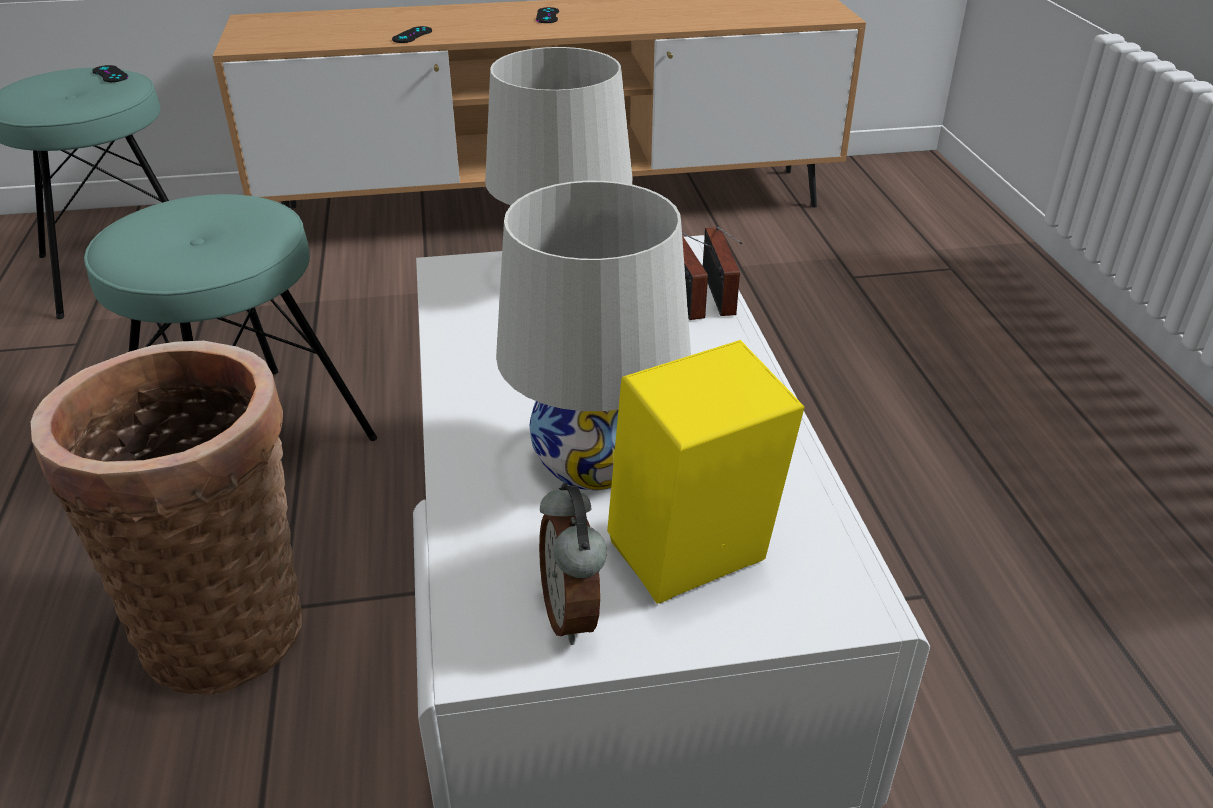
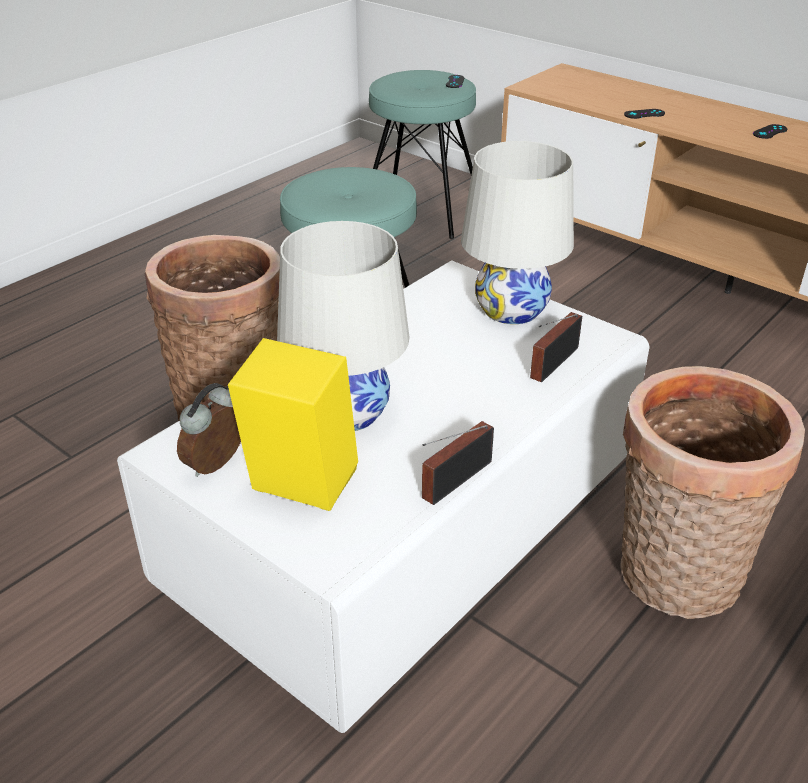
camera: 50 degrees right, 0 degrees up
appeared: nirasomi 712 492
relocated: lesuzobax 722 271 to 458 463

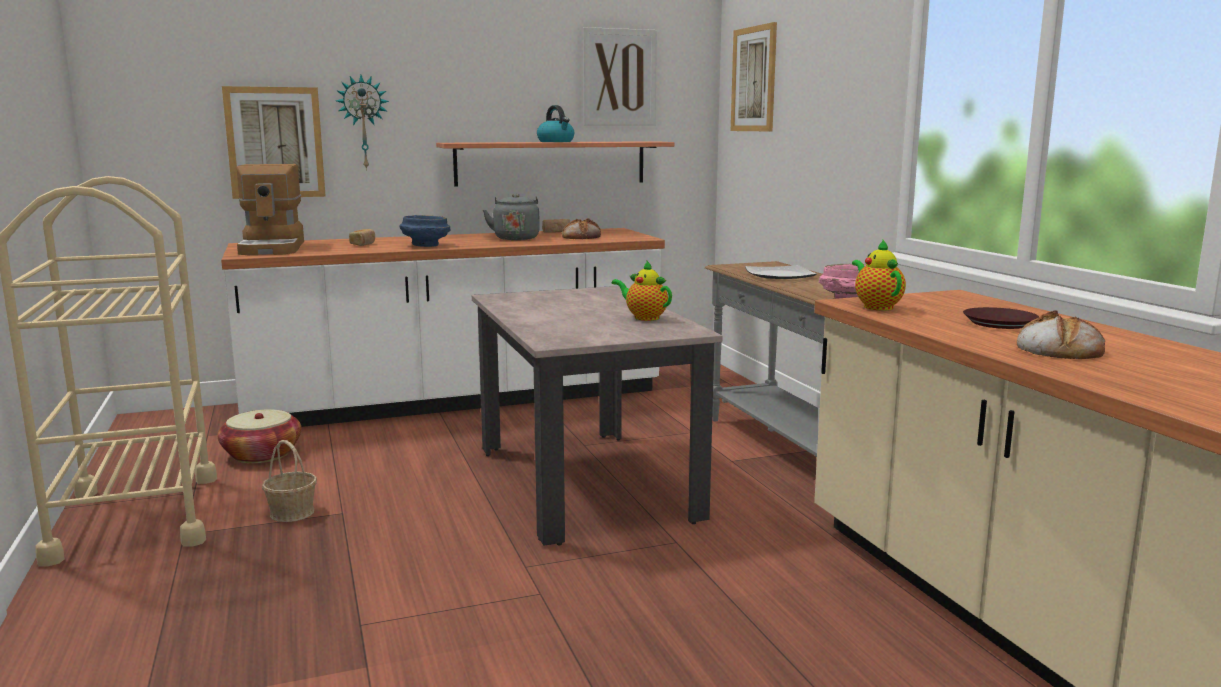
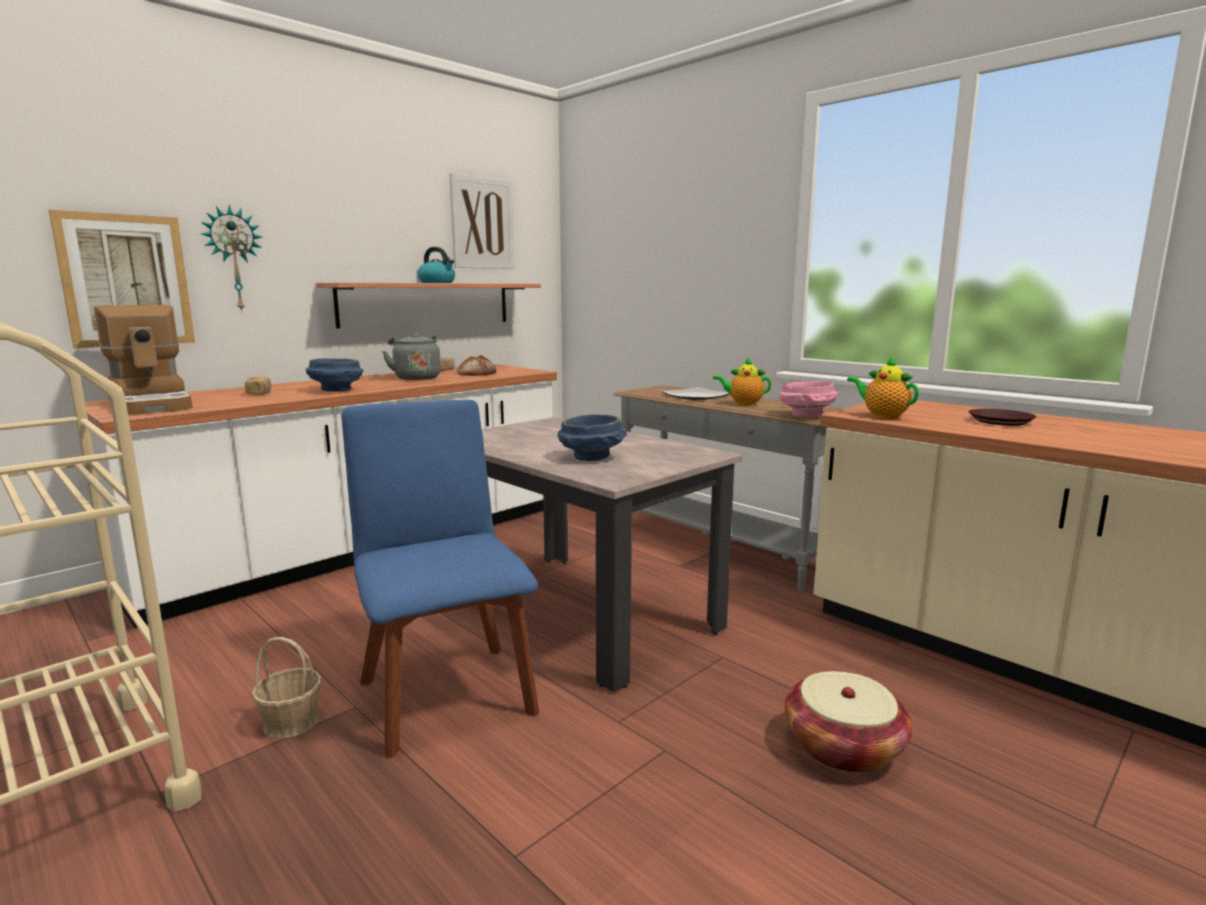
camera: 25 degrees left, 0 degrees up
missing: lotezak 754 76; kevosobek 1061 334
appeared: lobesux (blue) 440 579; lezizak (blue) 592 437
relocated: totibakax 642 290 to 742 381; nirasomi 259 436 to 848 722

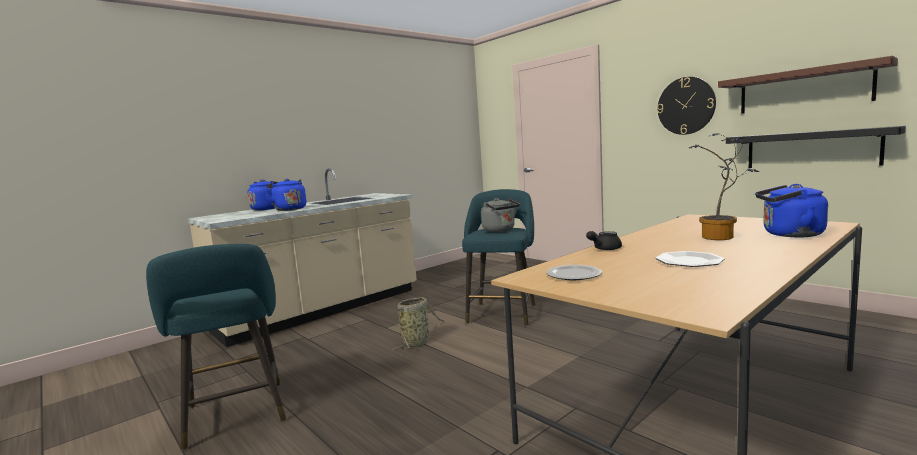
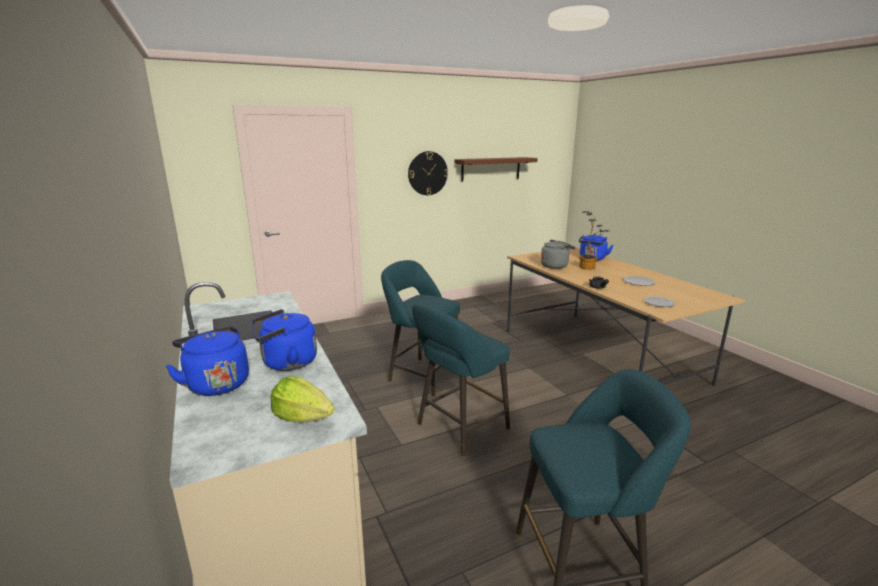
camera: 75 degrees left, 10 degrees up
missing: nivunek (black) 816 147
appeared: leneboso 302 399
relocated: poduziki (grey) 500 215 to 558 254
exchanged: nirasomi 419 324 to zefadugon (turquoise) 461 380

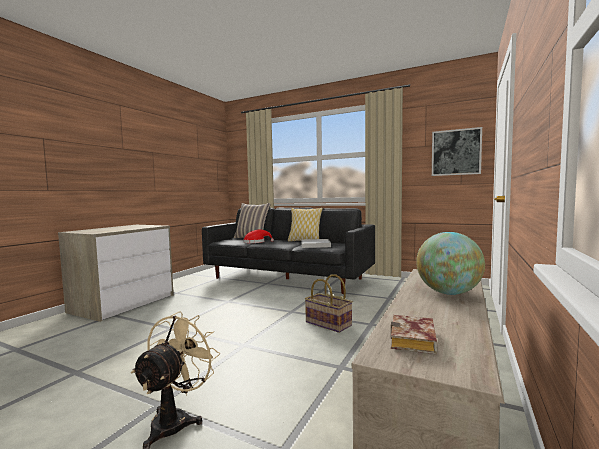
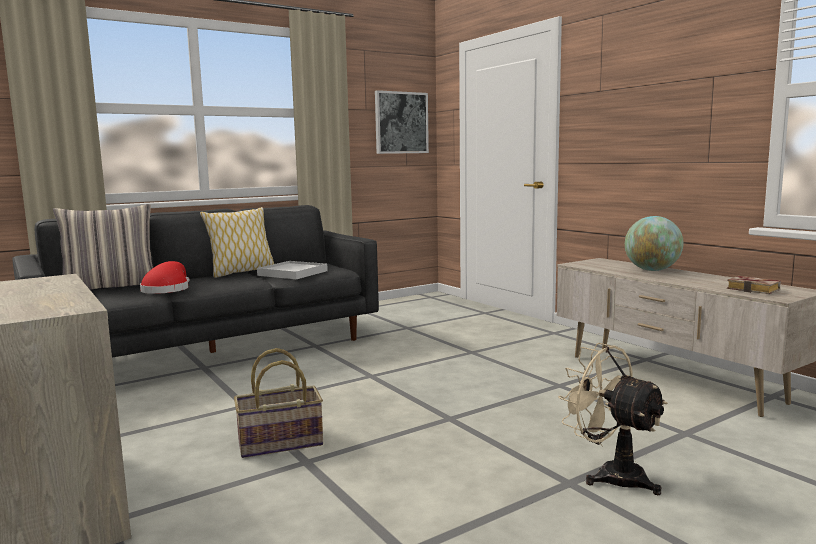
camera: 60 degrees left, 5 degrees up
relocated: nirasomi 329 303 to 278 403

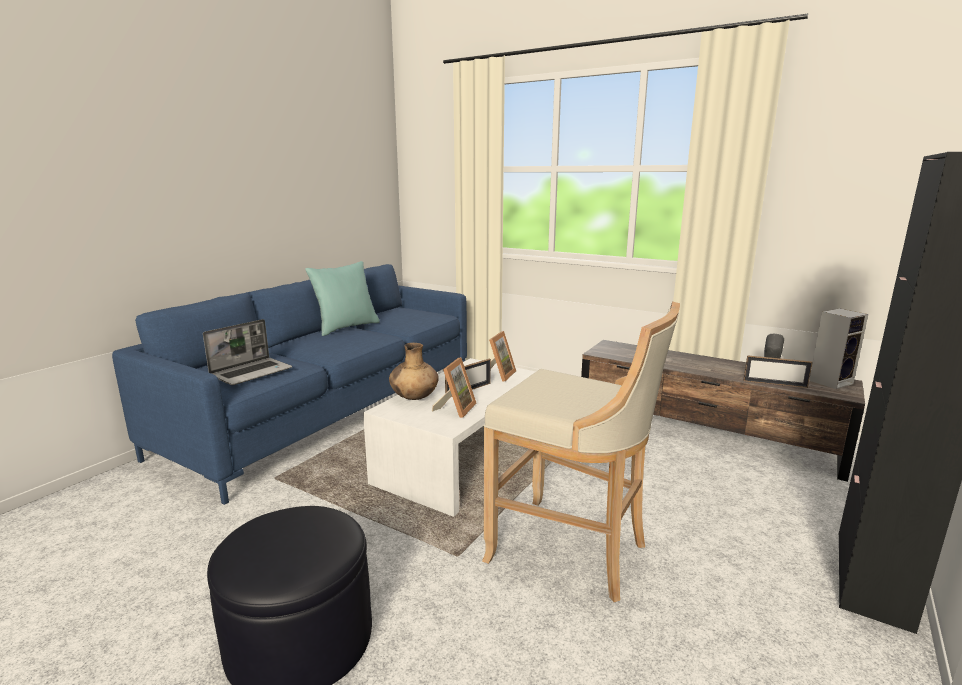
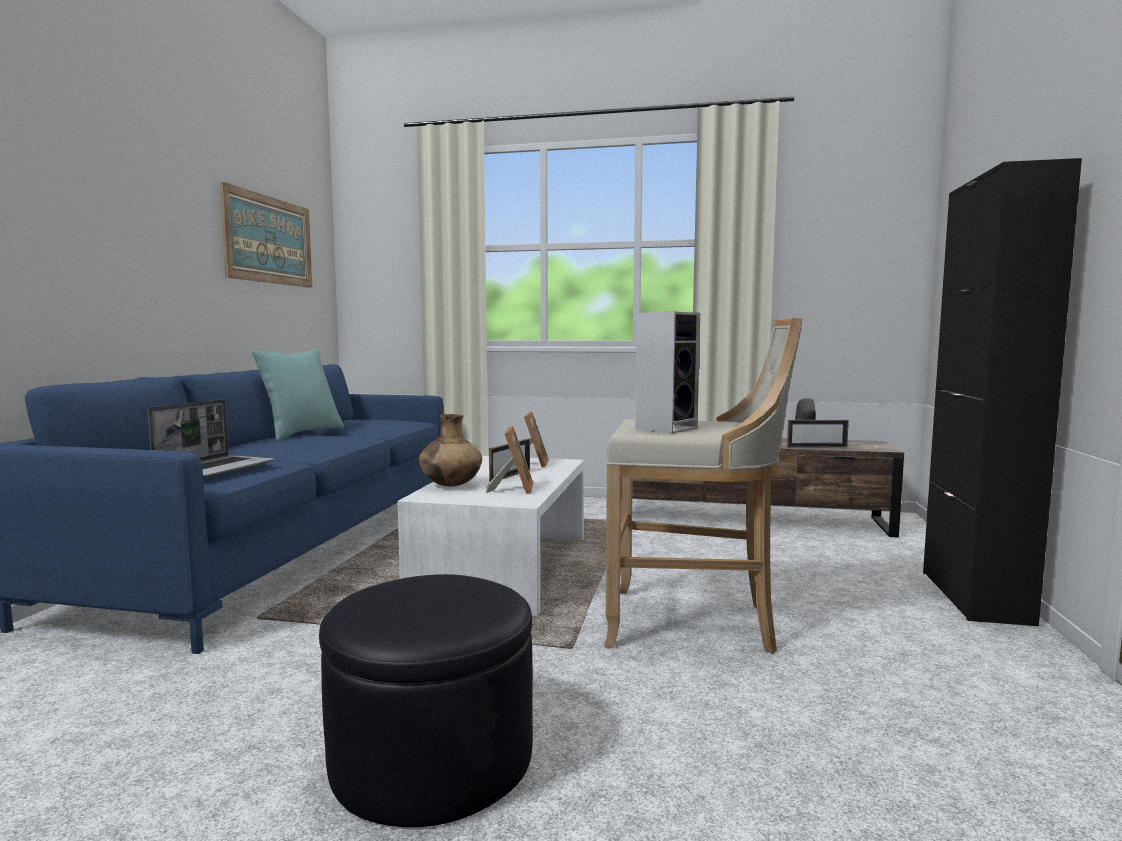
camera: 20 degrees left, 10 degrees down
appeared: lotezak 265 235
relocated: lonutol 838 348 to 667 373

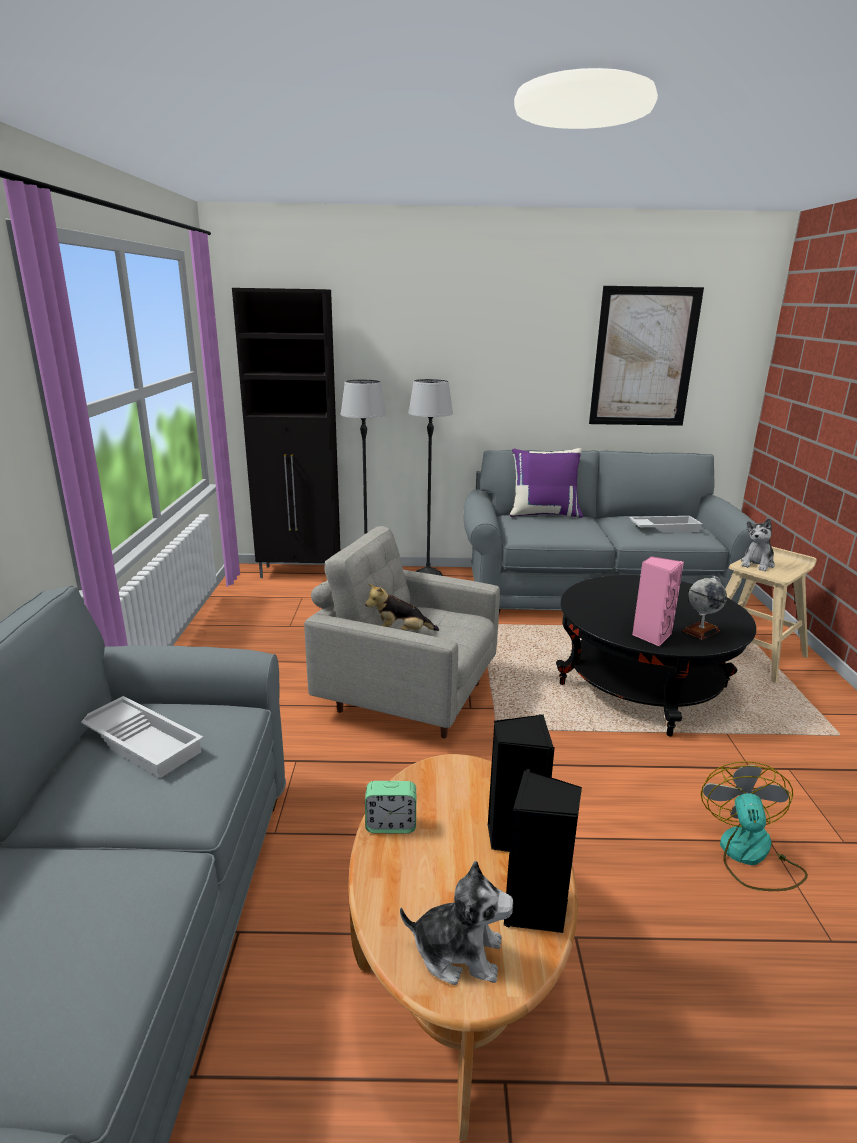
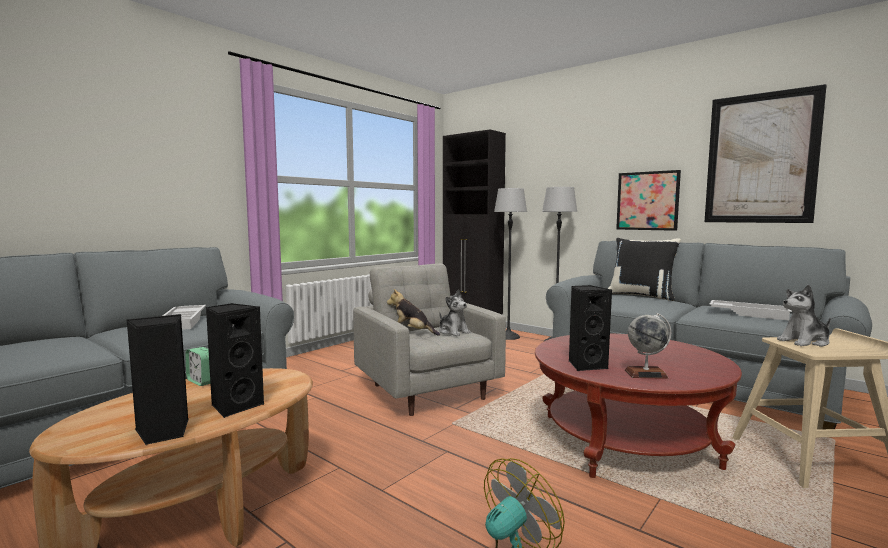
camera: 40 degrees right, 15 degrees down
appeared: lotezak 648 200
relocated: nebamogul 457 923 to 455 312
colour: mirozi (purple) 546 483 to mirozi (black) 644 269; lonutol (pink) 658 601 to lonutol (black) 590 328; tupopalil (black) 656 655 to tupopalil (red) 638 405

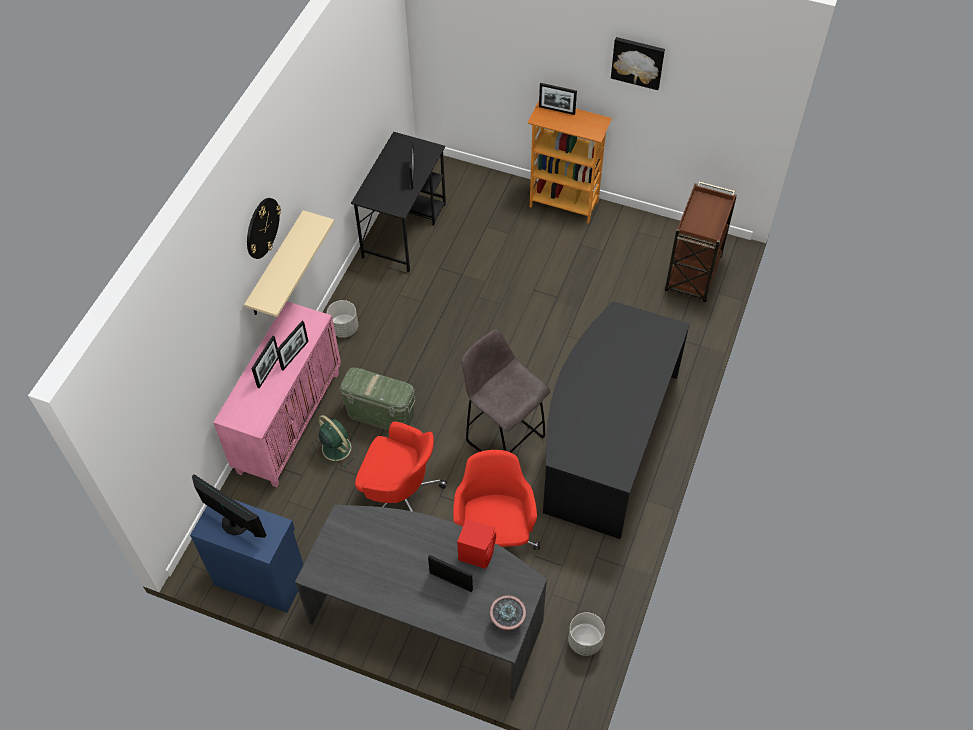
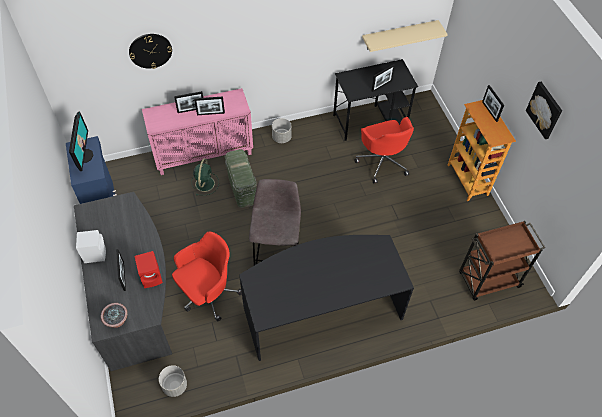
camera: 50 degrees right, 0 degrees up
appeared: lonutol (white) 91 246
relocated: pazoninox 264 228 to 150 51; nivunek (beige) 289 263 to 405 36; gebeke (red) 401 466 to 384 150

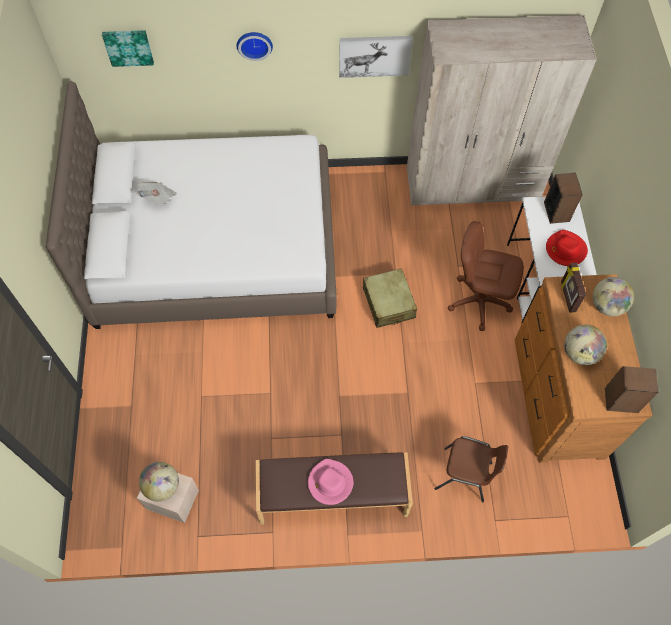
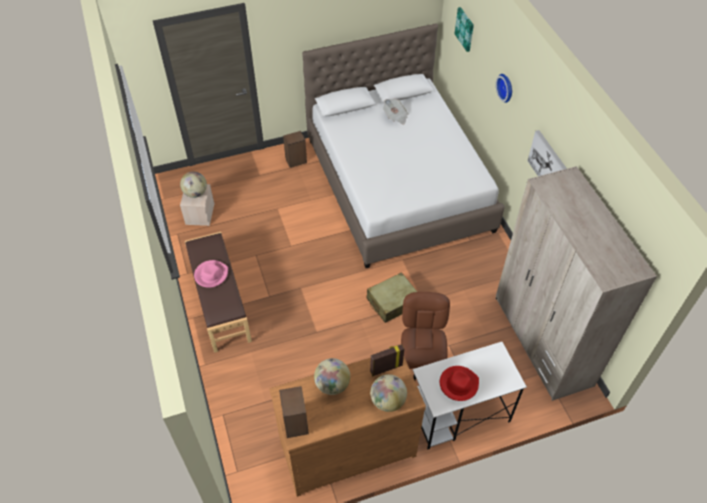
camera: 75 degrees right, 10 degrees down
missing: lobesux (brown) 471 469
relocated: lonutol 563 198 to 295 149

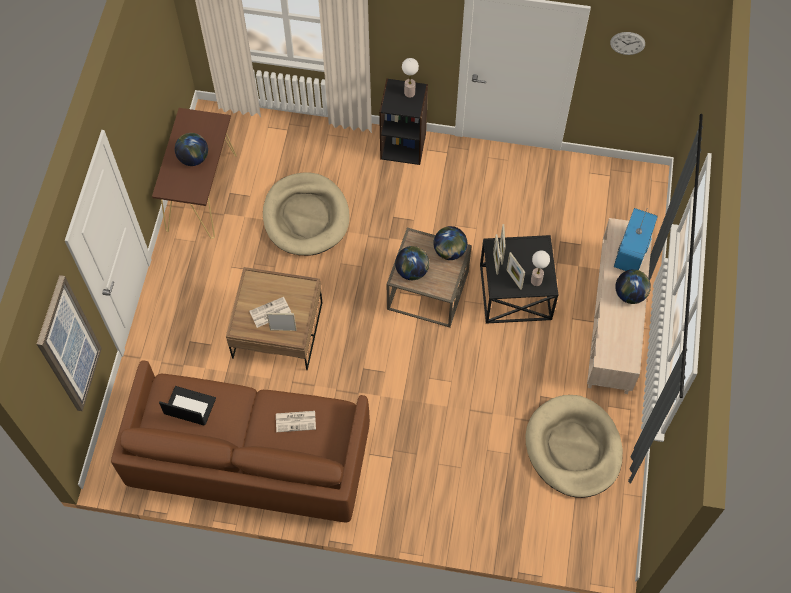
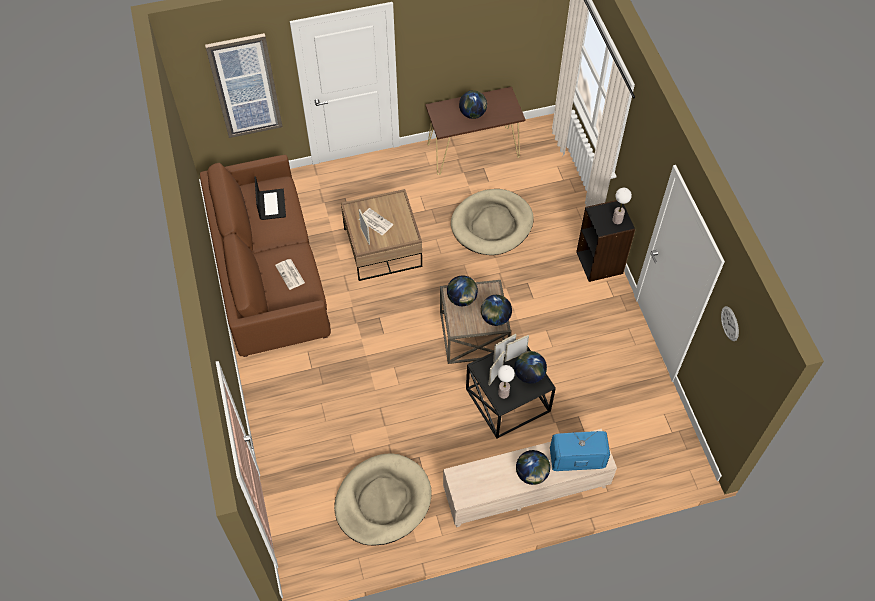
camera: 65 degrees right, 5 degrees down
appeared: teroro 530 367

